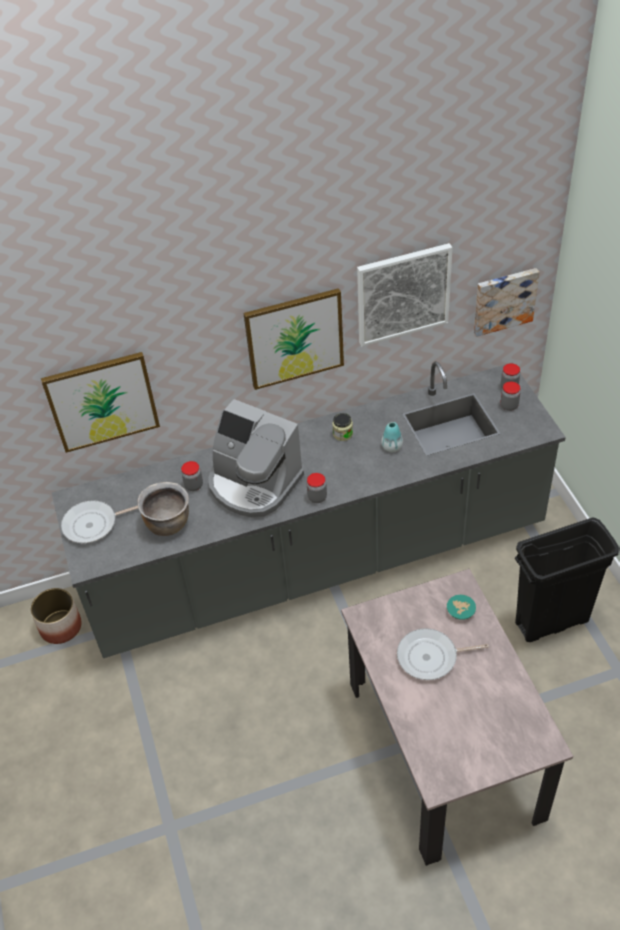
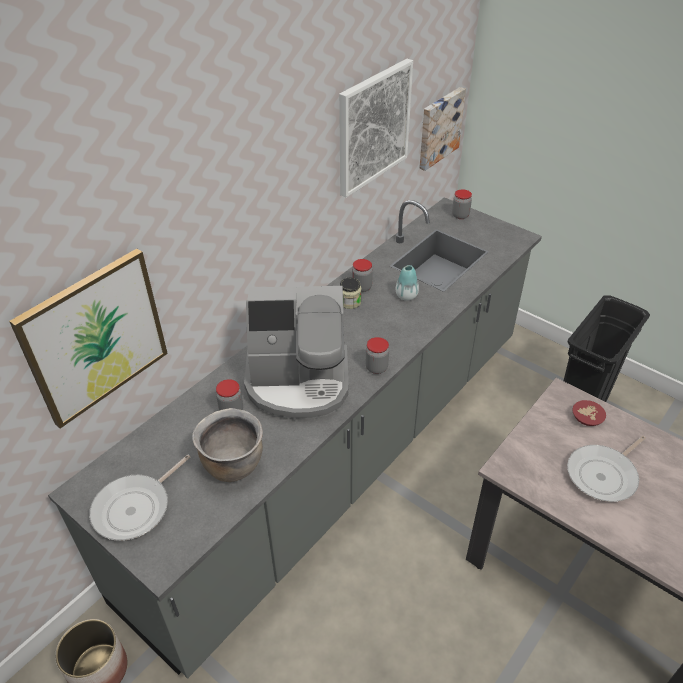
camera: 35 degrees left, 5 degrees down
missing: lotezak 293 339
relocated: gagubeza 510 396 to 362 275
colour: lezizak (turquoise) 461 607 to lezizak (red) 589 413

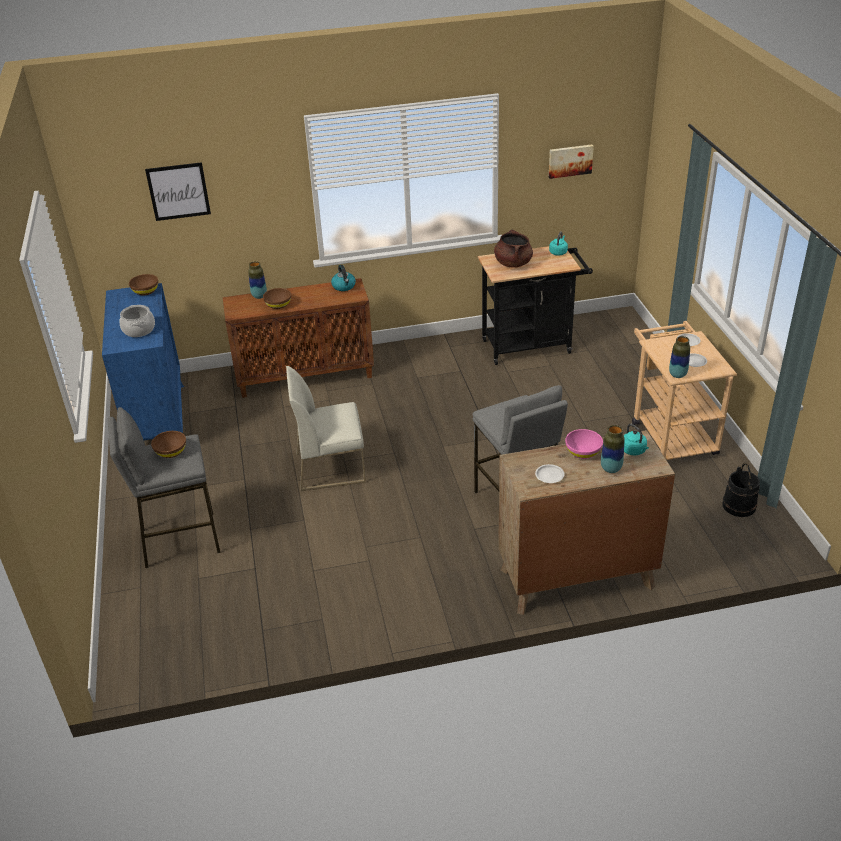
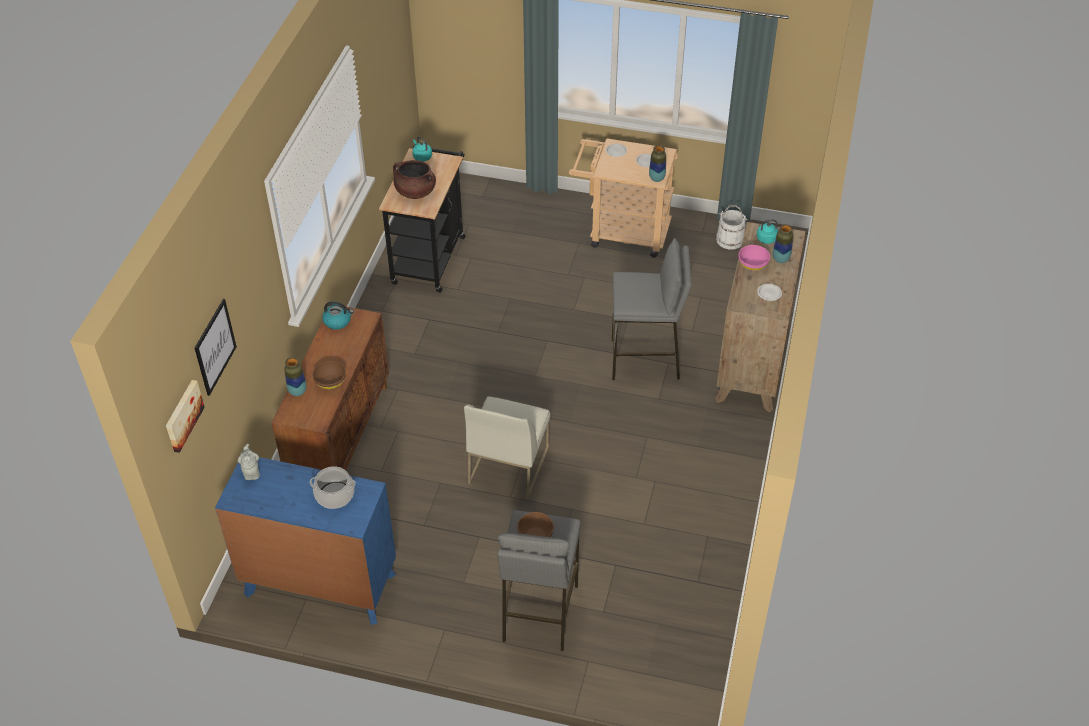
camera: 65 degrees left, 10 degrees up
relocated: lotezak 571 162 to 185 416
exchanged: lezizak (brown) 143 285 to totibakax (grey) 249 462
colour: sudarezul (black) 741 490 to sudarezul (white) 732 227

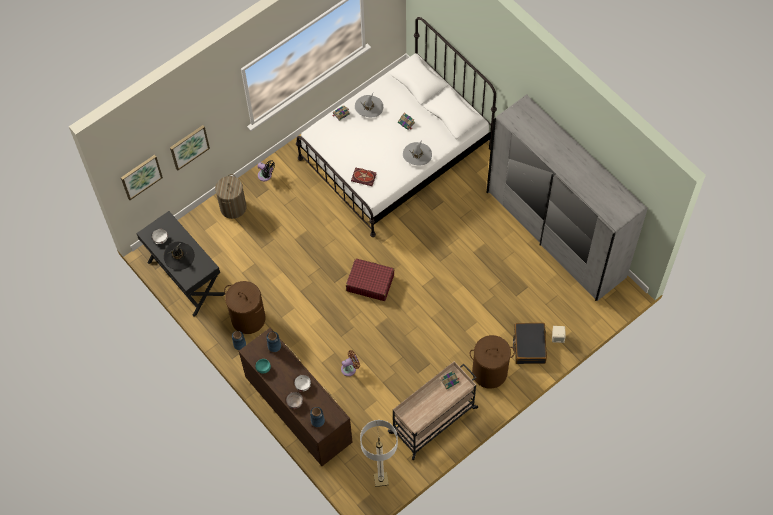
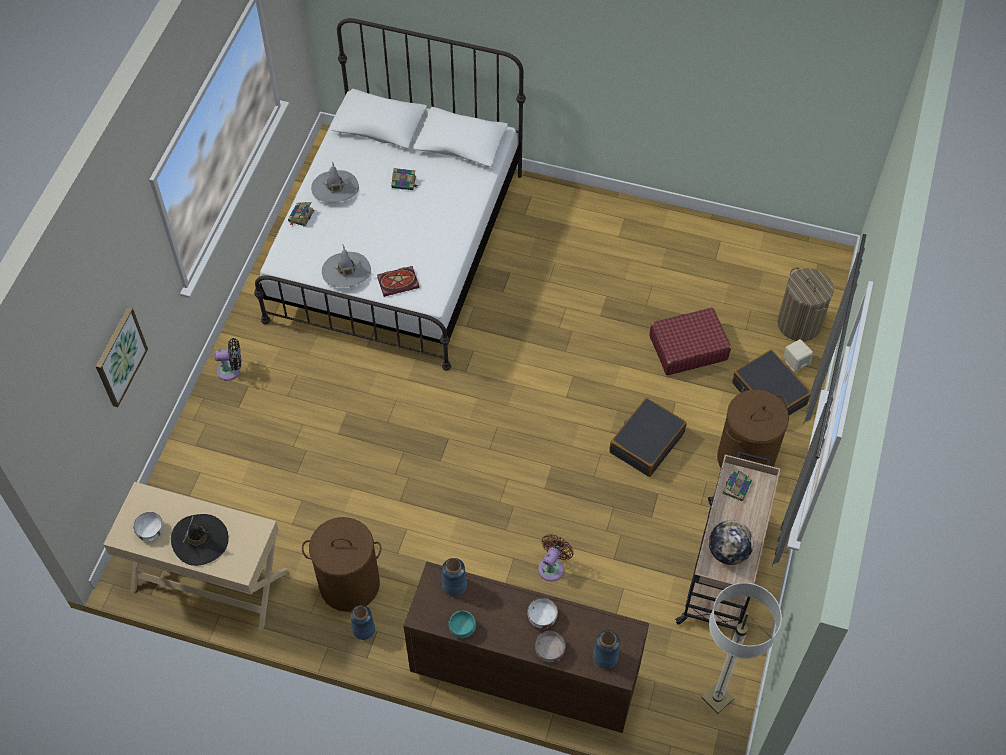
camera: 35 degrees left, 5 degrees down
missing: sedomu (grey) 567 197; lotezak 142 177
appeared: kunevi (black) 648 437; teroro 731 542
relocated: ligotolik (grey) 417 152 to 346 265; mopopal 230 196 to 805 304; kunevi (red) 370 280 to 690 341
colour: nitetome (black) 180 264 to nitetome (beige) 195 556

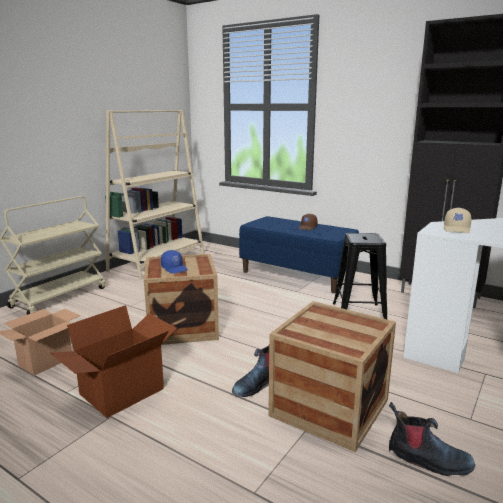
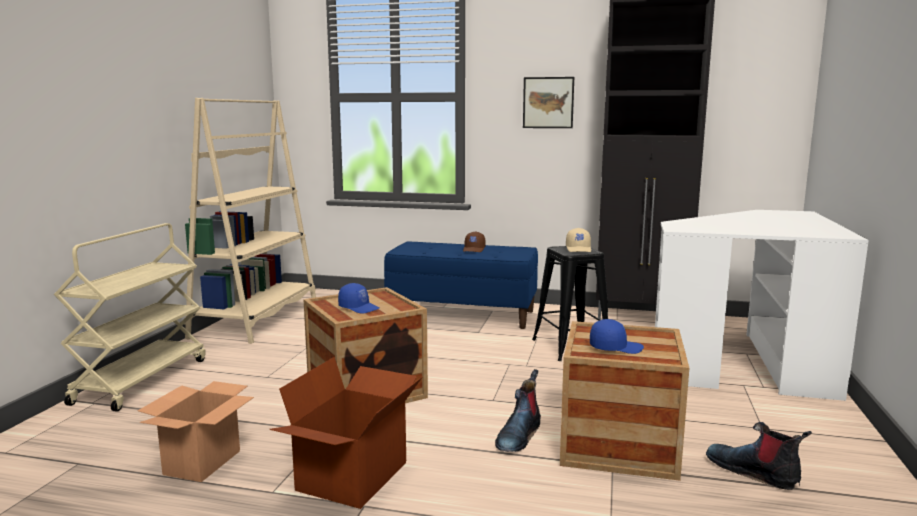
camera: 20 degrees left, 5 degrees down
appeared: lotezak 548 102; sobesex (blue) 617 336
relocated: sobesex (beige) 457 220 to 578 240
spun: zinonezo 432 439 = 759 456 135 degrees counterclockwise

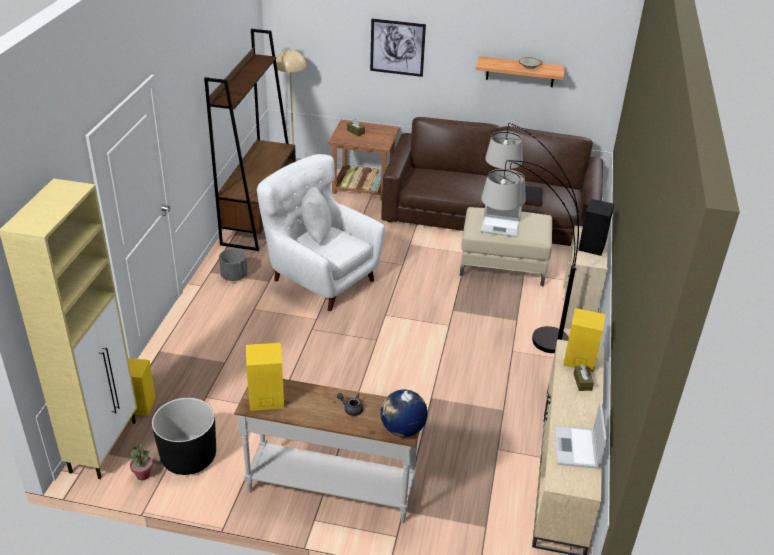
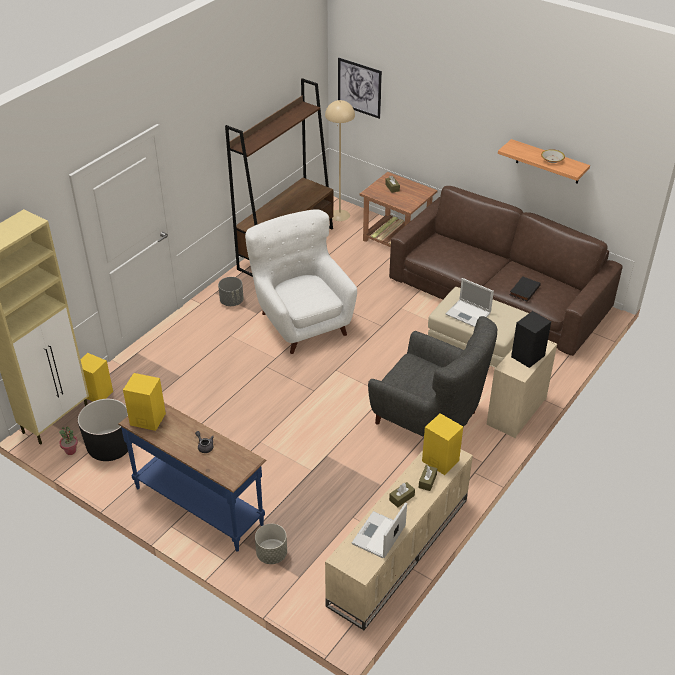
camera: 25 degrees right, 5 degrees up
missing: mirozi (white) 316 215; teroro 404 413
appeared: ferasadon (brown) 402 495; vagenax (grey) 271 544
relocated: lotezak 398 48 to 360 88
exchanged: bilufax 530 238 to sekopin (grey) 432 376
colour: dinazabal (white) 330 451 to dinazabal (blue) 192 477

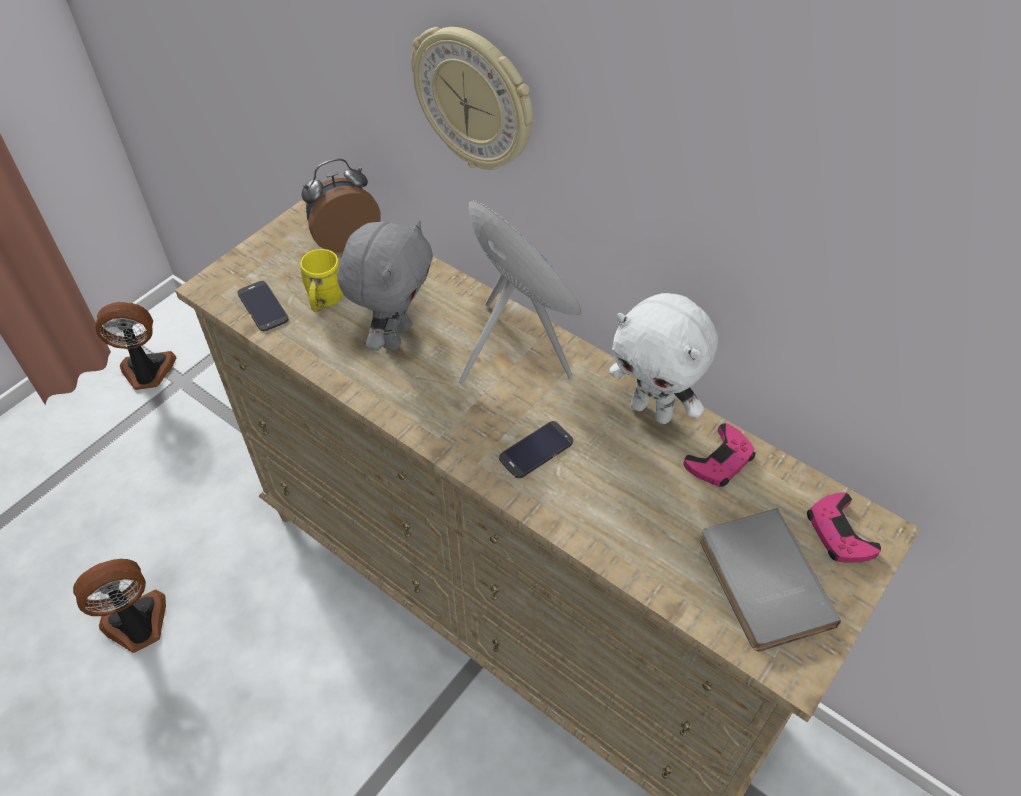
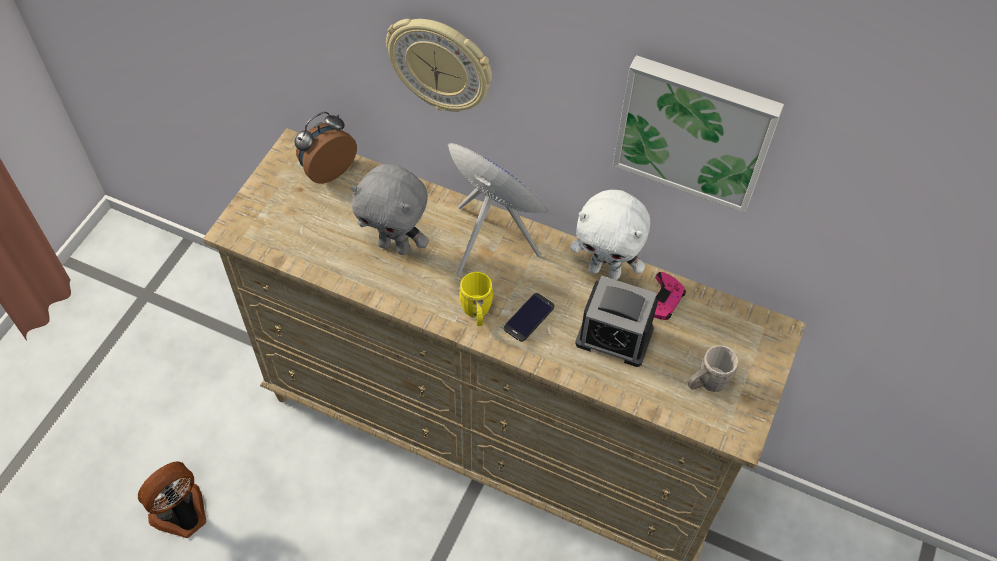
camera: 15 degrees left, 5 degrees up
missing: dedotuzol 263 306; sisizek 135 346; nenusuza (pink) 844 527
appeared: lotezak 698 134; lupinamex 616 321
relocated: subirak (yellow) 321 280 to 475 299
exchanged: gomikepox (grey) 770 579 to subirak (grey) 713 368
spun: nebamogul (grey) 385 285 = 390 209 105 degrees clockwise

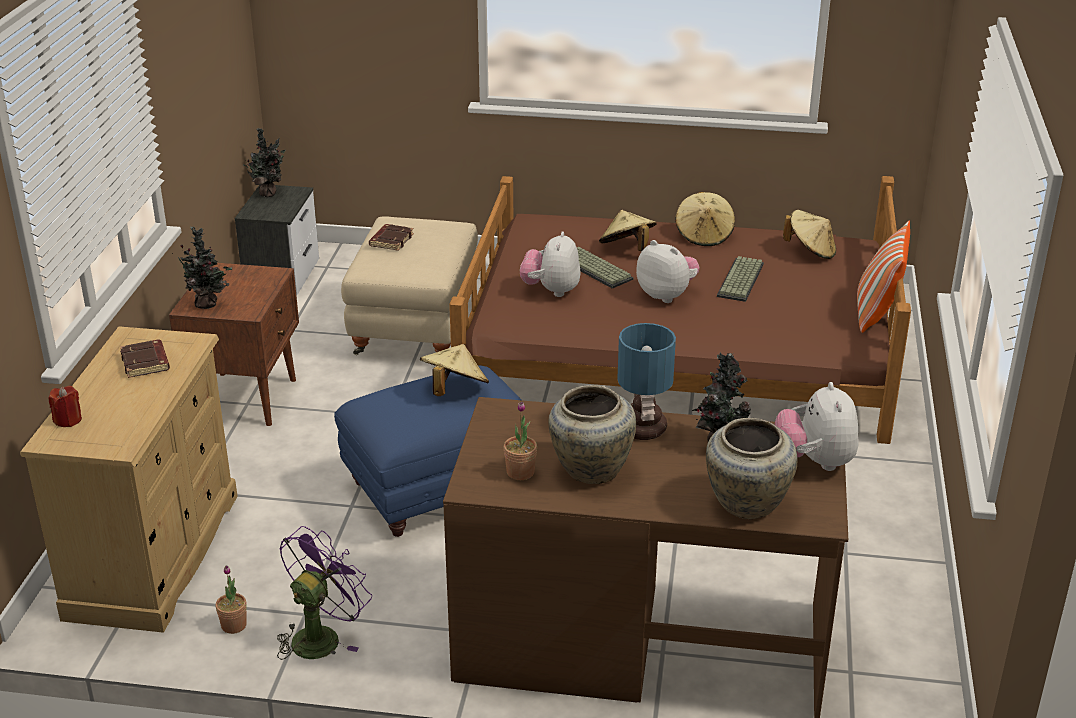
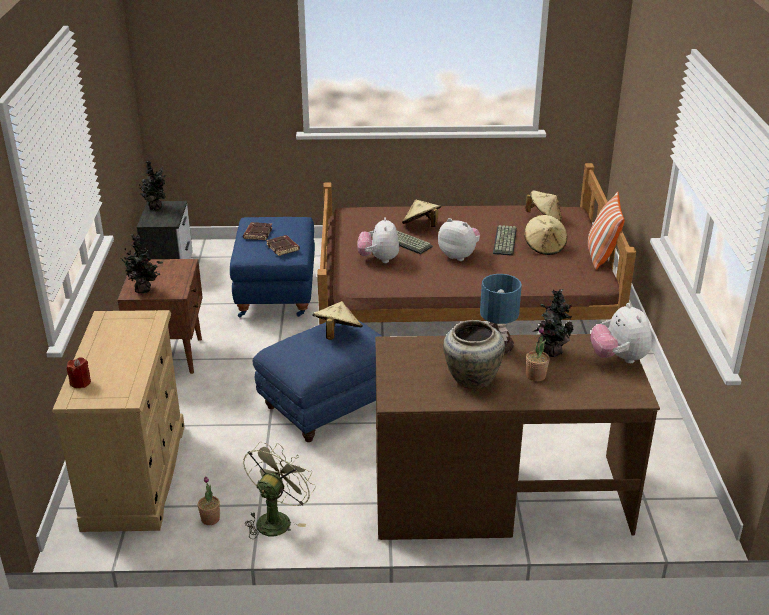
camera: 10 degrees left, 0 degrees up
missing: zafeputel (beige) 751 468
relocated: ligotolik (beige) 705 219 to 545 235; gomikepox (brown) 145 359 to 283 245; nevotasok 520 441 to 538 354
colour: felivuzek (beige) 409 285 to felivuzek (blue) 272 267; sisizek (purple) 324 593 to sisizek (green) 279 490

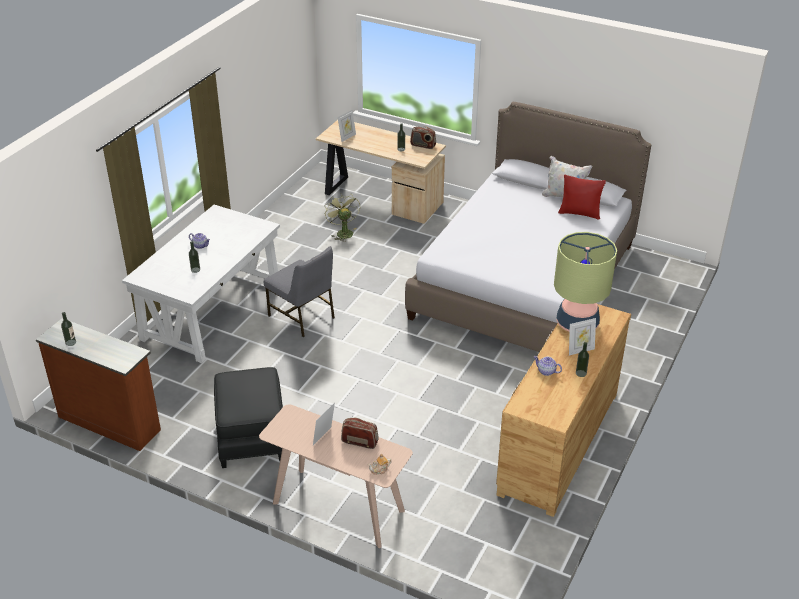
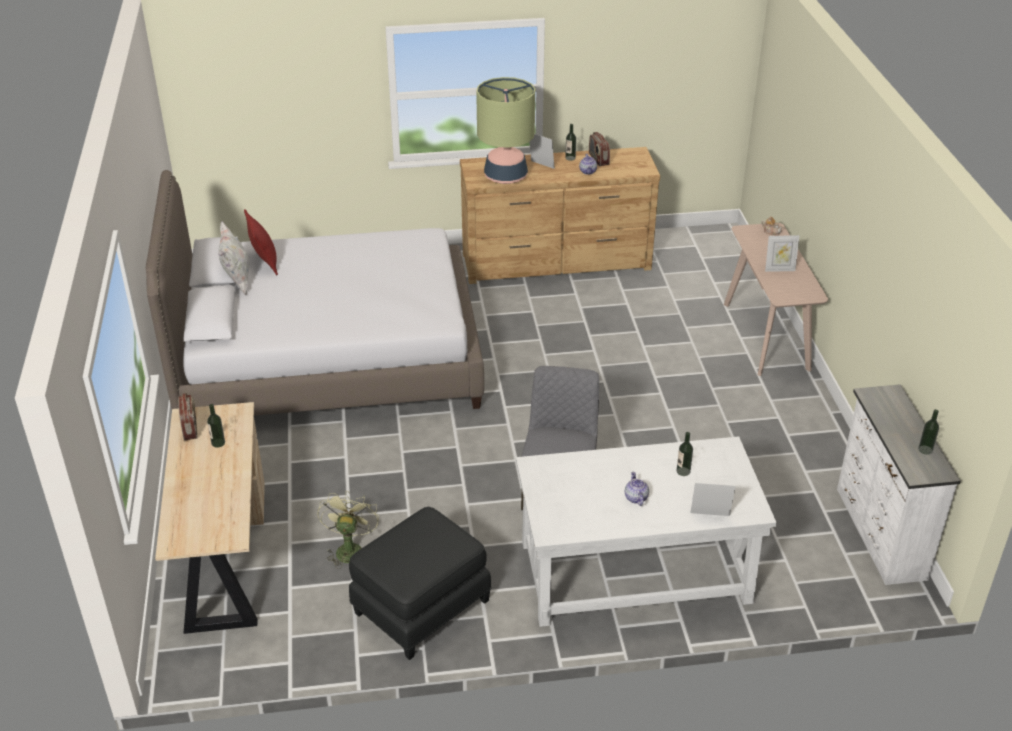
camera: 125 degrees left, 0 degrees up
relocated: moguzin 347 126 to 713 499; felivuzek (black) 248 417 to 420 583; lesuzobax 360 433 to 599 149
colour: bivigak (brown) 98 384 to bivigak (white) 899 484
spun: sisizek (green) 342 217 = 348 530 150 degrees clockwise

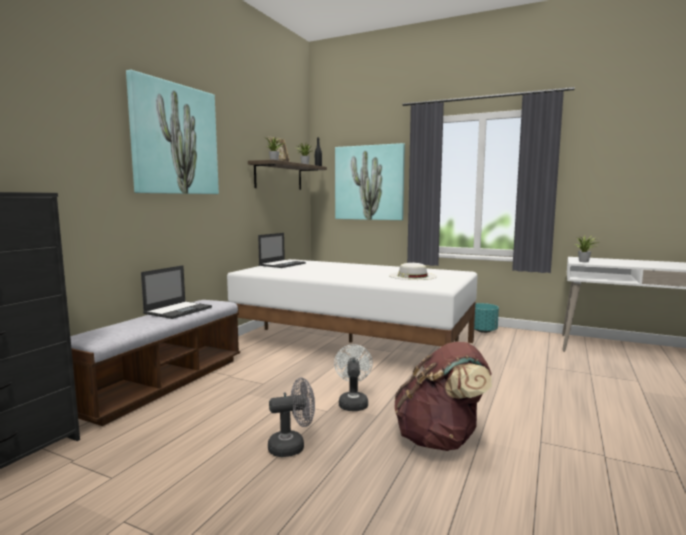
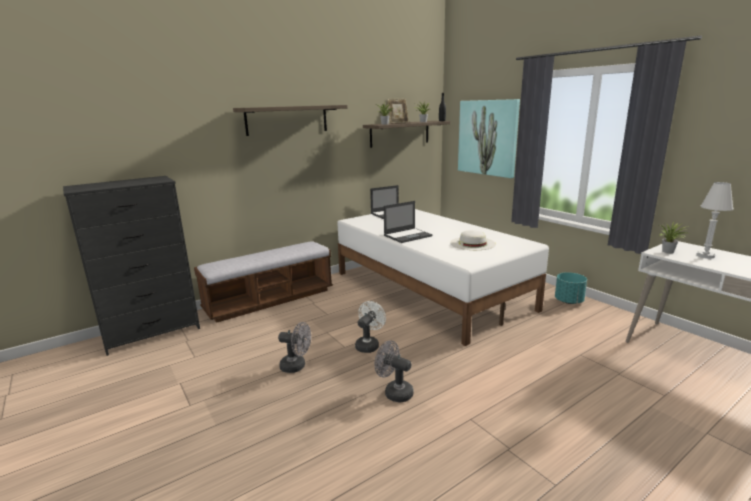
camera: 30 degrees right, 10 degrees up
appeared: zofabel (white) 715 220
relocated: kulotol 176 292 to 408 222
exchanged: lotezak 172 132 to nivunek 290 120; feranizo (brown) 443 396 to sisizek (grey) 394 371

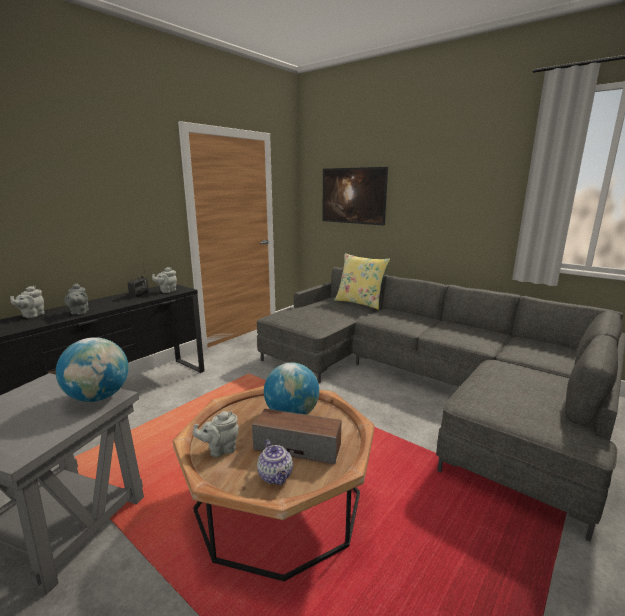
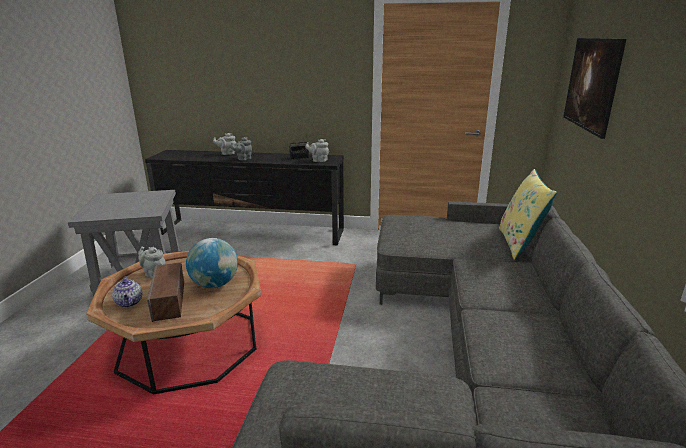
camera: 60 degrees right, 5 degrees up
missing: teroro 92 369
spun: totibakax 275 462 = 127 291 60 degrees counterclockwise

